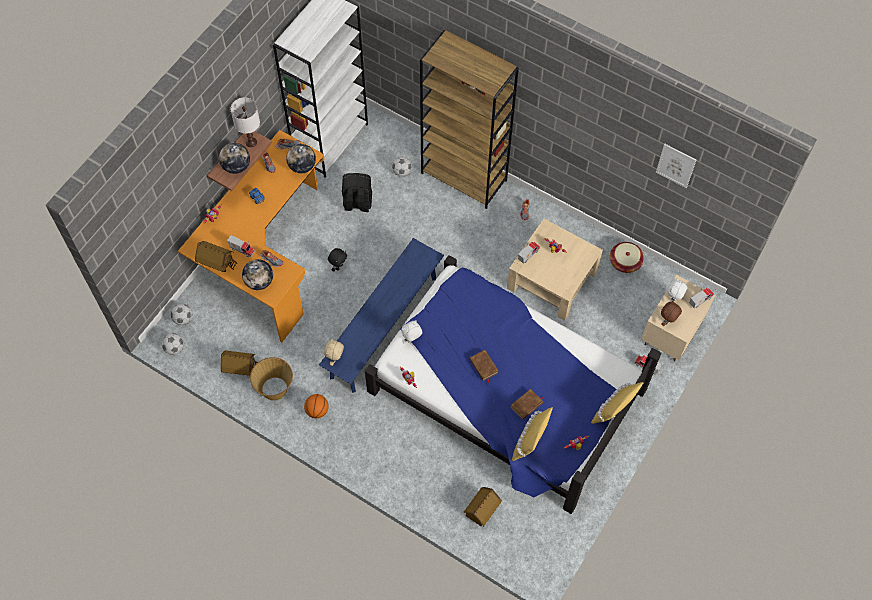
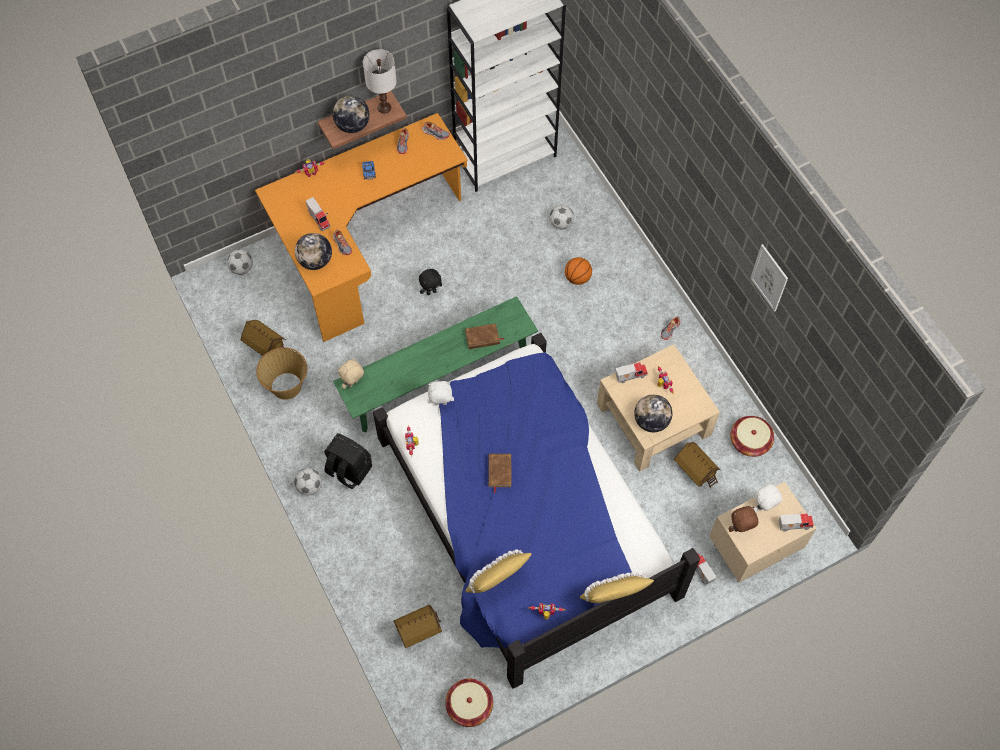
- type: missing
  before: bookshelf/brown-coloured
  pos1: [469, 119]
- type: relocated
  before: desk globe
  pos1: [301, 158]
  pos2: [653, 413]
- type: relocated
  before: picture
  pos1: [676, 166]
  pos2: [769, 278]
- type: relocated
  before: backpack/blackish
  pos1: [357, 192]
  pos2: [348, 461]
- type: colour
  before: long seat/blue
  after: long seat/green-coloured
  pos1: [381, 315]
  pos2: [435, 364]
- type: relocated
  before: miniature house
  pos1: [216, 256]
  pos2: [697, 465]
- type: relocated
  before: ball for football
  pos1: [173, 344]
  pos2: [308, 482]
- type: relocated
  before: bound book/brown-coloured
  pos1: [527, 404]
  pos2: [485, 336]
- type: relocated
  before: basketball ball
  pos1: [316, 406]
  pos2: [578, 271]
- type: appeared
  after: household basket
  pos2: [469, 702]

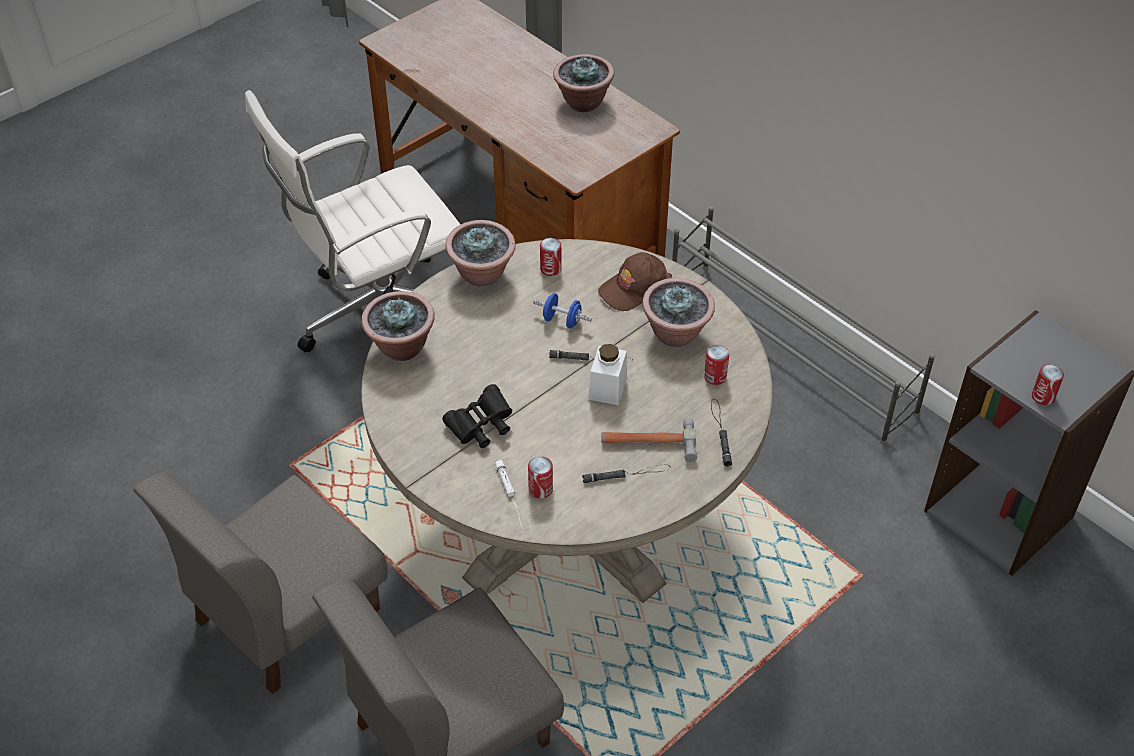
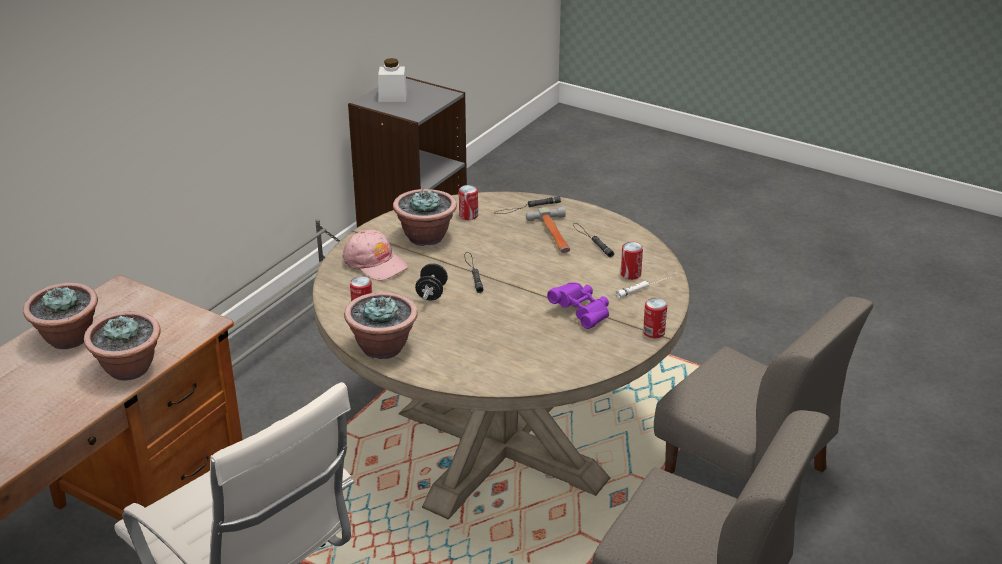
- type: colour
  before: baseball cap/brown-coloured
  after: baseball cap/pinkish
  pos1: [635, 281]
  pos2: [375, 255]
- type: relocated
  before: houseplant
  pos1: [398, 326]
  pos2: [122, 346]
- type: colour
  before: hand weight/blue
  after: hand weight/blackish
  pos1: [562, 311]
  pos2: [431, 281]
- type: relocated
  before: jar/white-coloured
  pos1: [607, 374]
  pos2: [392, 80]
- type: relocated
  before: metal can
  pos1: [1048, 384]
  pos2: [655, 318]
- type: colour
  before: binoculars/blackish
  after: binoculars/purplish
  pos1: [477, 416]
  pos2: [578, 306]

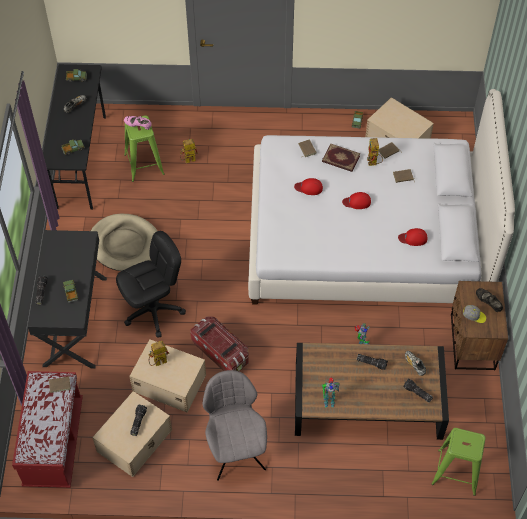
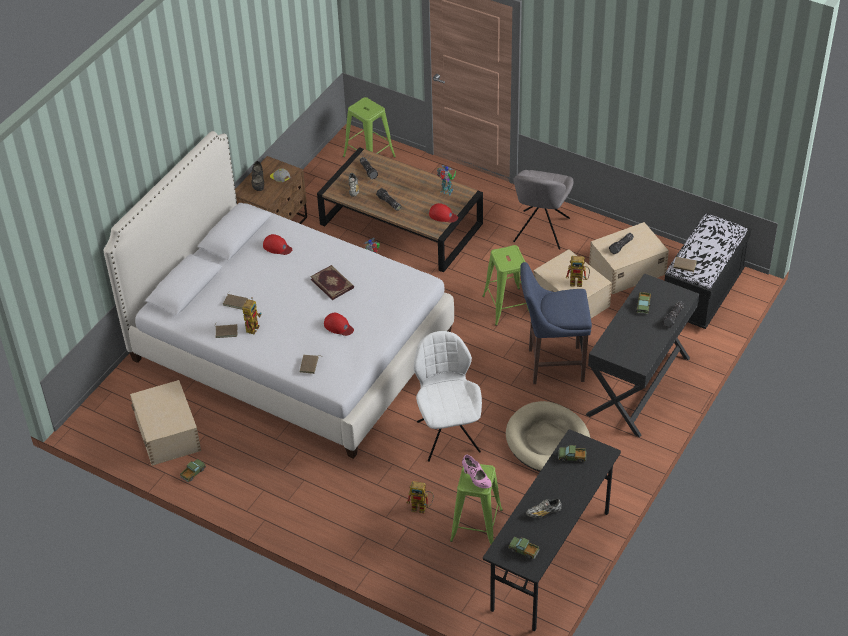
- type: relocated
  before: bound book
  pos1: [341, 158]
  pos2: [332, 282]
- type: relocated
  before: baseball cap/red-coloured
  pos1: [356, 200]
  pos2: [443, 213]
- type: exchanged
  before: computer chair/blackish
  after: stool/blue
  pos1: [151, 284]
  pos2: [556, 323]
- type: exchanged
  before: storage container
  after: stool/green-coloured
  pos1: [219, 344]
  pos2: [505, 285]
- type: colour
  before: long seat/red-coloured
  after: long seat/blackish
  pos1: [47, 429]
  pos2: [707, 271]
- type: appeared
  after: chair/white-coloured
  pos2: [448, 396]

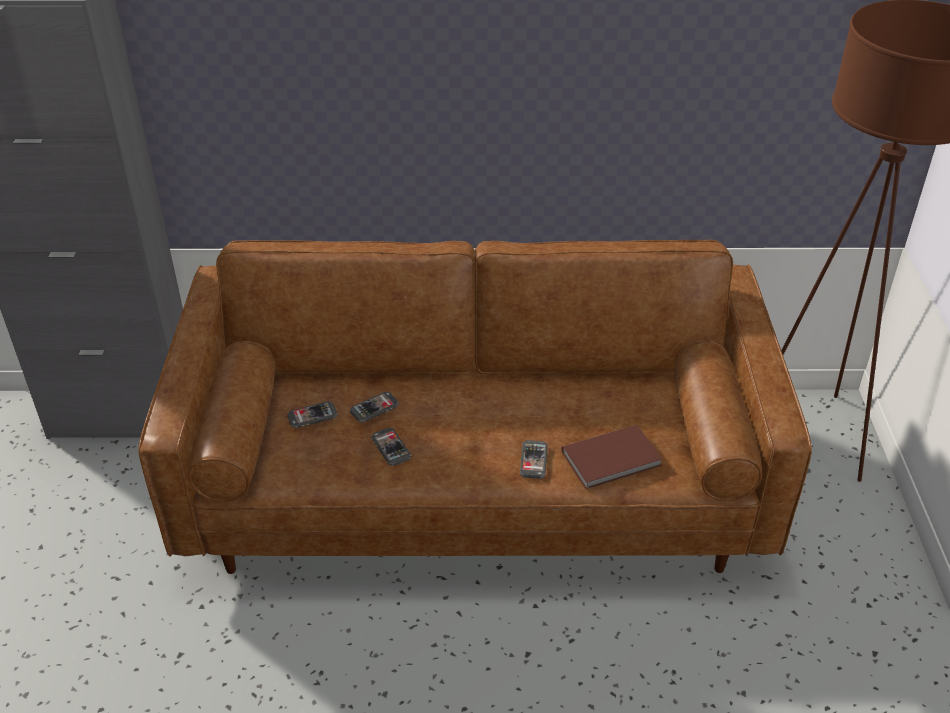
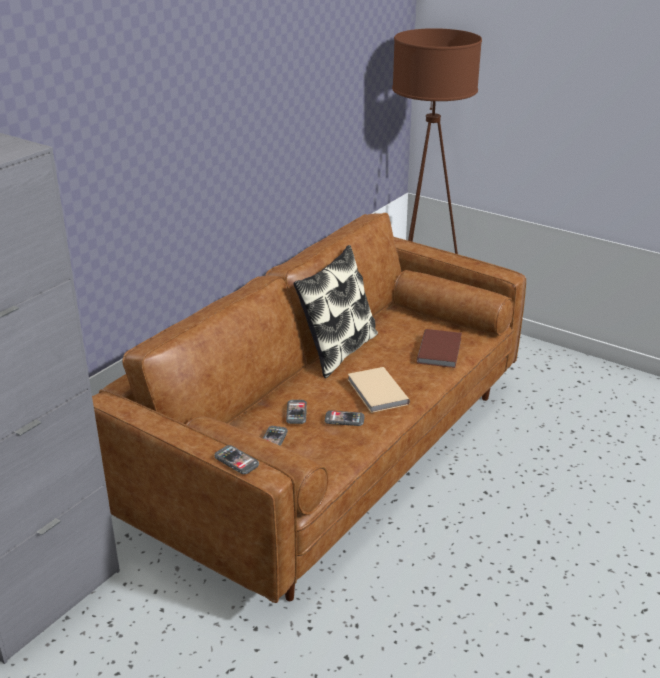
- type: relocated
  before: phone
  pos1: [534, 459]
  pos2: [236, 459]
- type: appeared
  after: pillow
  pos2: [335, 311]
- type: appeared
  after: bound book/beige
  pos2: [379, 390]

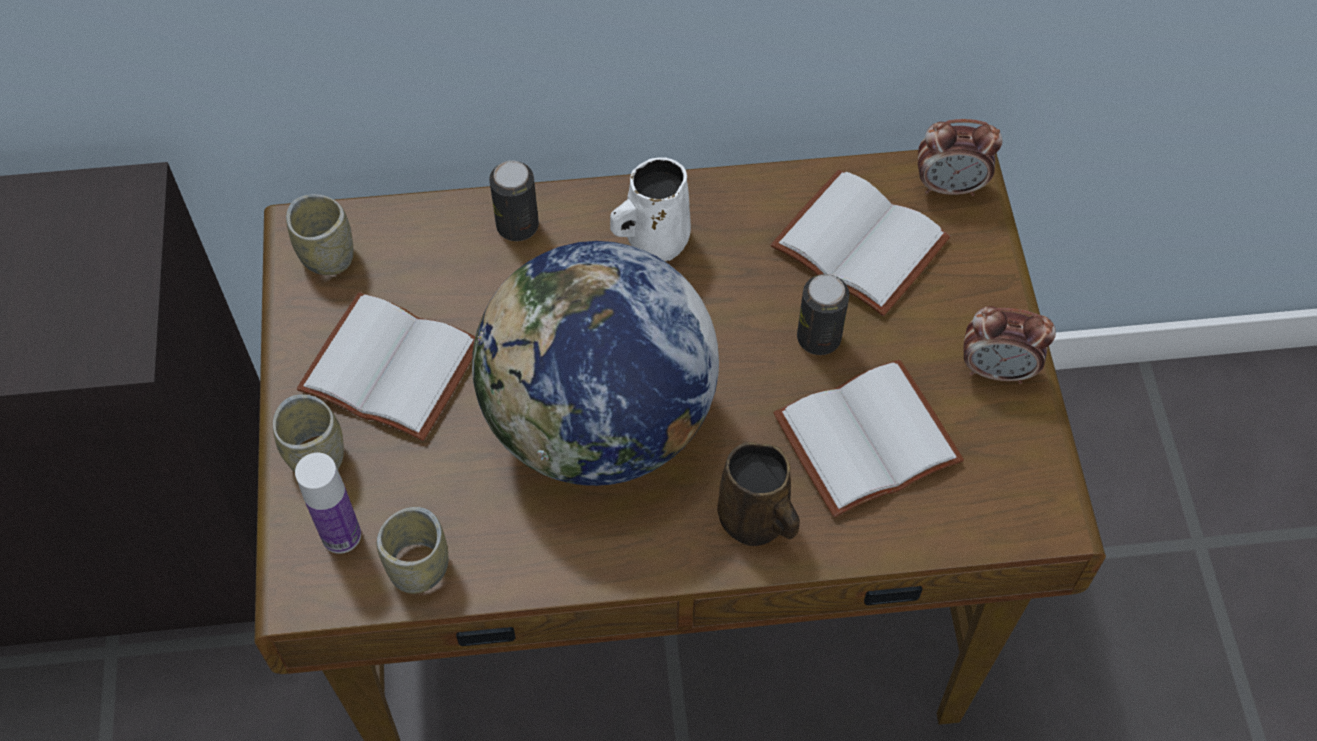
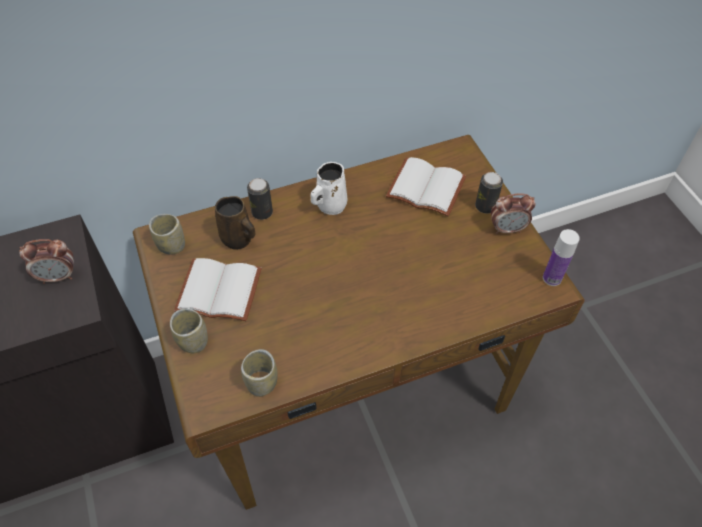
- type: relocated
  before: table clock
  pos1: [960, 157]
  pos2: [46, 261]
- type: missing
  before: desk globe
  pos1: [595, 363]
- type: relocated
  before: metal can
  pos1: [823, 314]
  pos2: [489, 193]
- type: missing
  before: bound book/white-coloured
  pos1: [868, 438]
- type: relocated
  before: mug/brown-coloured
  pos1: [758, 494]
  pos2: [235, 223]
- type: relocated
  before: beverage bottle
  pos1: [328, 503]
  pos2: [561, 257]

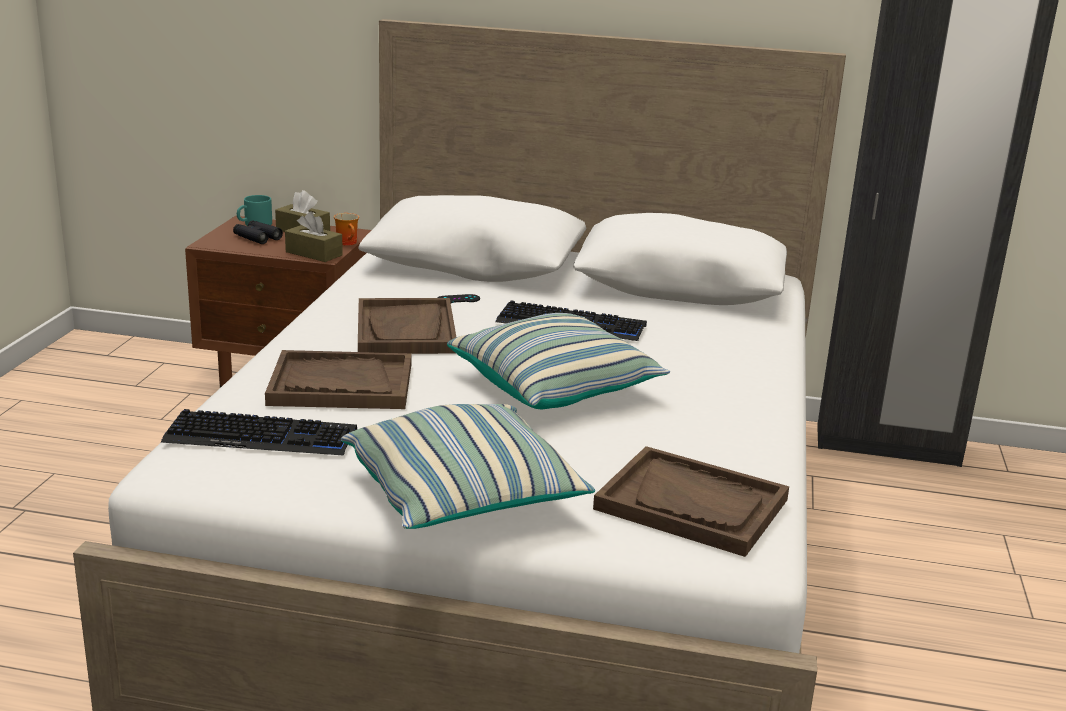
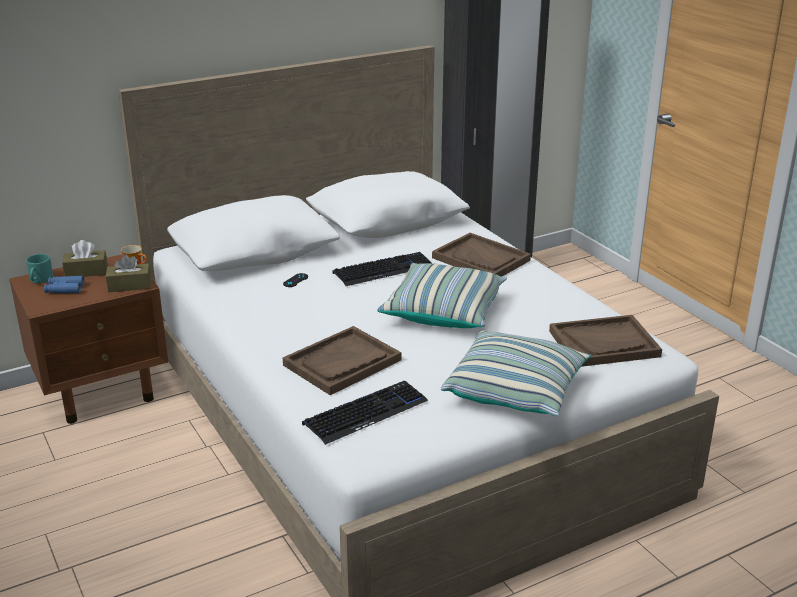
- type: colour
  before: binoculars/blackish
  after: binoculars/blue
  pos1: [258, 232]
  pos2: [64, 284]
- type: relocated
  before: serving tray/brown-coloured
  pos1: [407, 326]
  pos2: [481, 255]

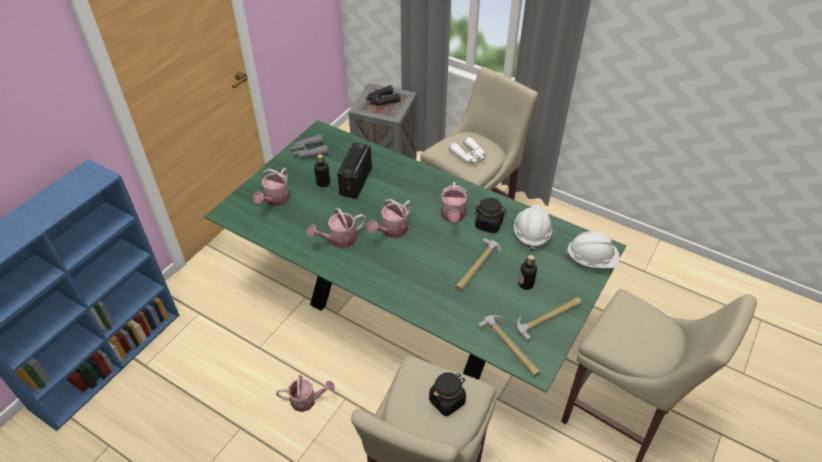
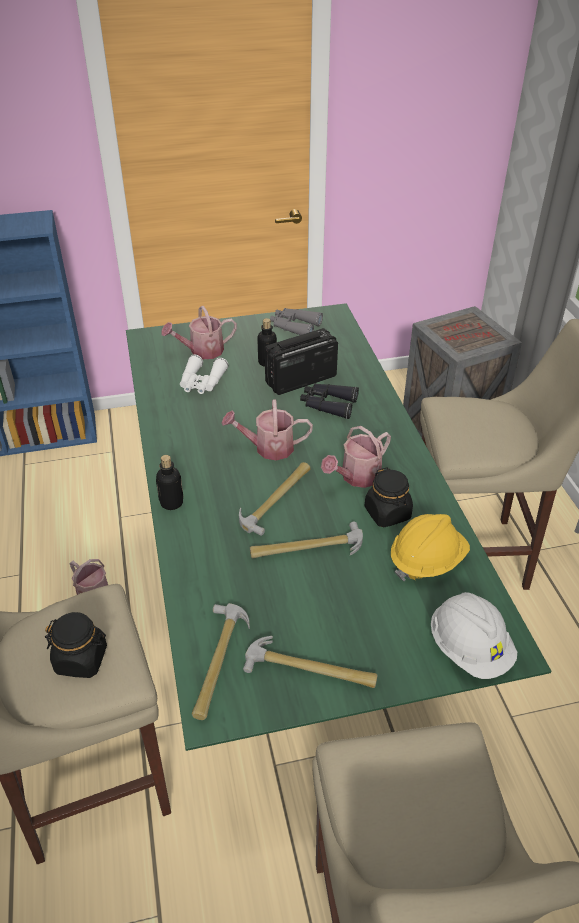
- type: relocated
  before: binoculars/blackish
  pos1: [383, 95]
  pos2: [329, 401]
- type: relocated
  before: binoculars/white-coloured
  pos1: [467, 150]
  pos2: [204, 374]
- type: colour
  before: hard hat/white-coloured
  after: hard hat/yellow-coloured
  pos1: [533, 227]
  pos2: [430, 547]
- type: missing
  before: watering can
  pos1: [336, 228]
- type: relocated
  before: beverage bottle
  pos1: [527, 272]
  pos2: [169, 482]
- type: appeared
  after: tool hammer
  pos2: [274, 499]

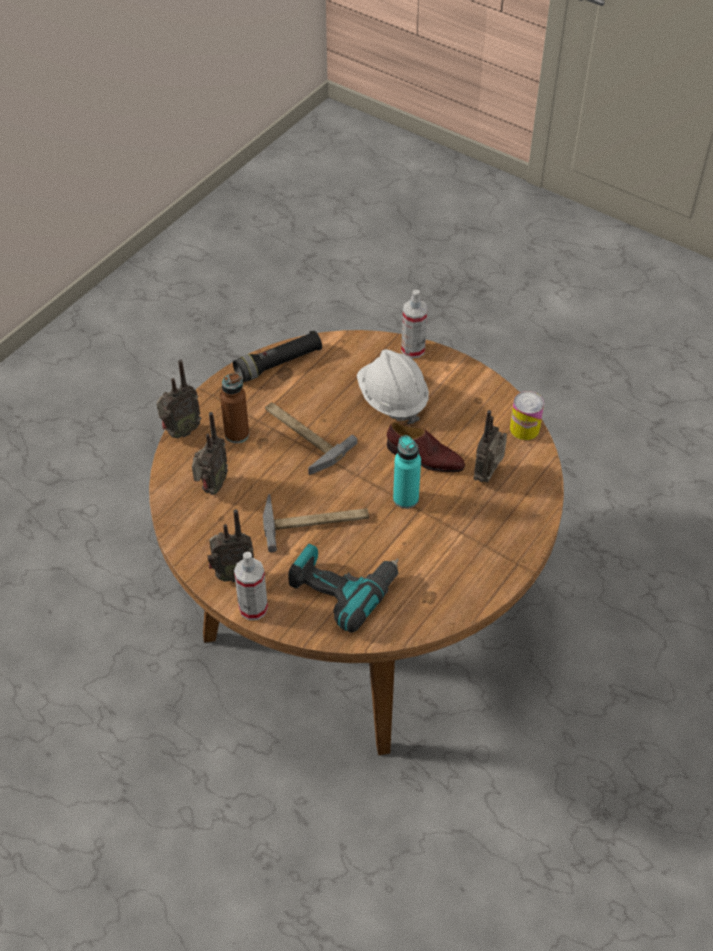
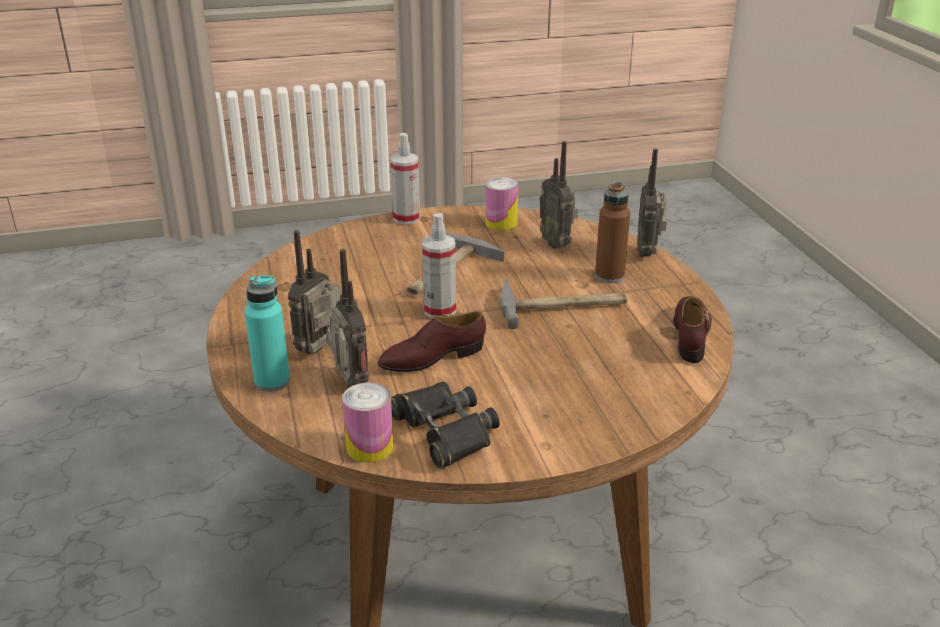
- type: relocated
  before: hand sprayer
  pos1: [414, 323]
  pos2: [439, 265]
- type: exchanged
  before: flashlight/blackish
  after: shoe/brown-coloured
  pos1: [277, 356]
  pos2: [692, 329]
- type: missing
  before: hard hat/white-coloured
  pos1: [393, 387]
- type: relocated
  before: beverage bottle/blue-green
  pos1: [407, 472]
  pos2: [267, 333]
- type: relocated
  before: radio
  pos1: [230, 545]
  pos2: [314, 292]
- type: missing
  before: drill
  pos1: [343, 588]
- type: appeared
  after: metal can
  pos2: [502, 204]
- type: appeared
  after: binoculars/blackish
  pos2: [445, 425]

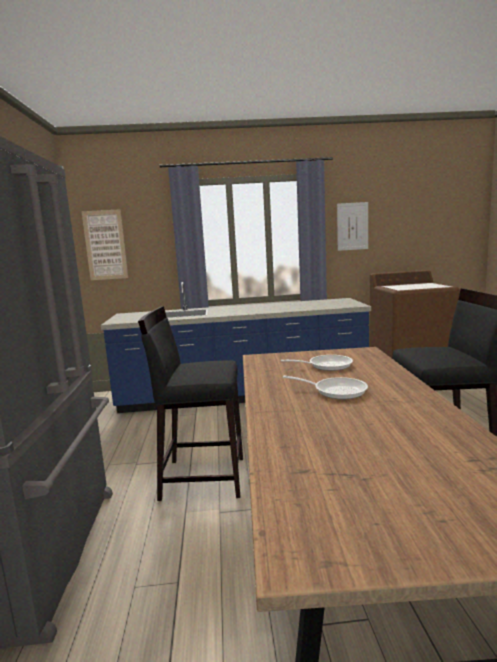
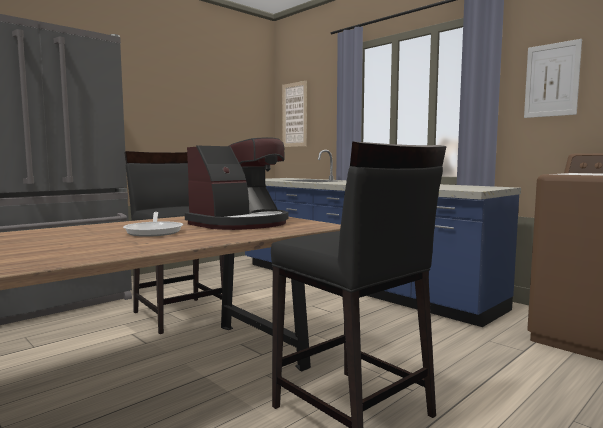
- type: exchanged
  before: skillet
  after: coffee machine
  pos1: [317, 363]
  pos2: [237, 183]

